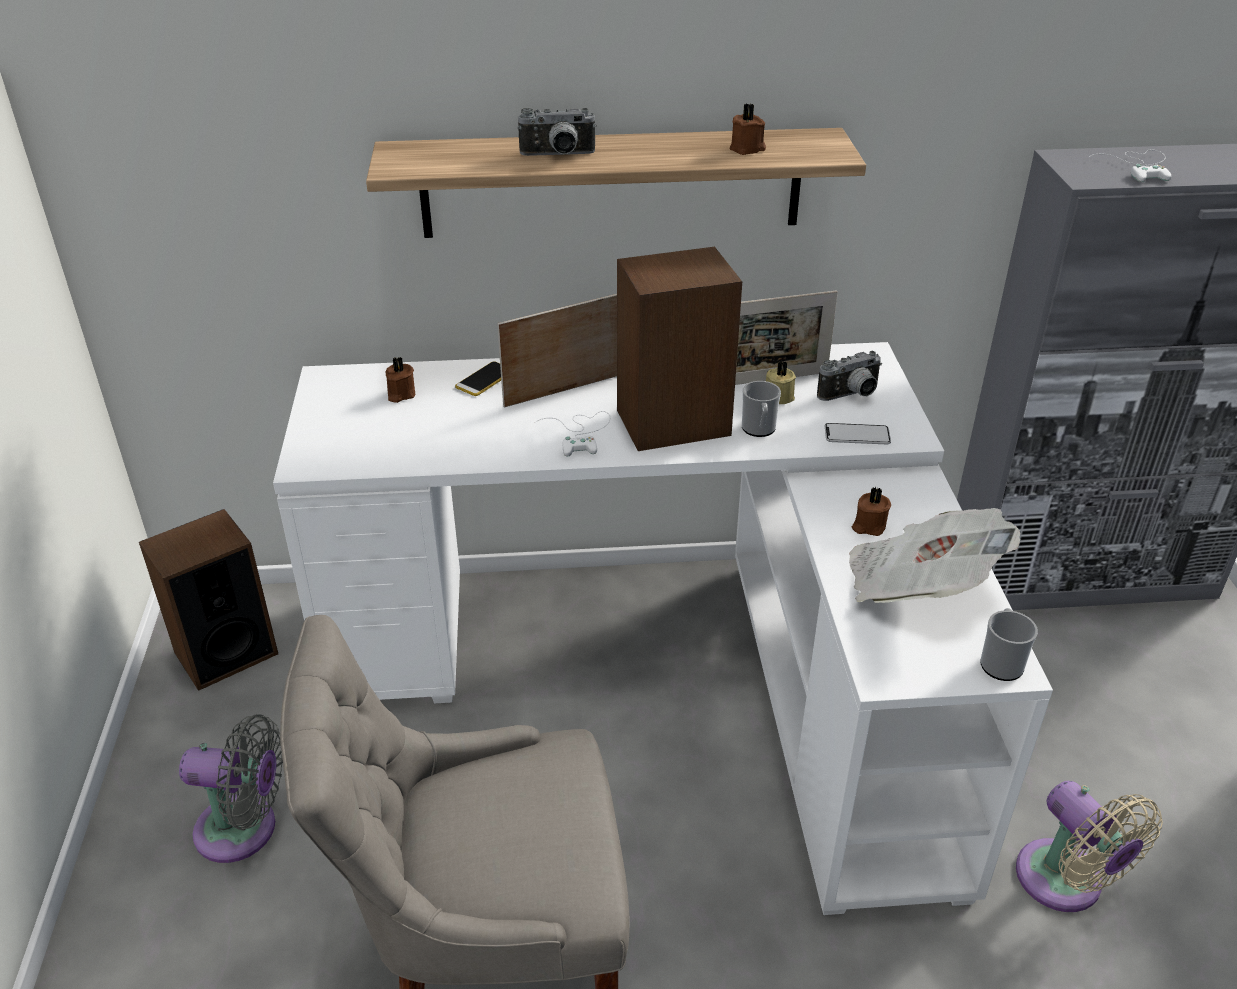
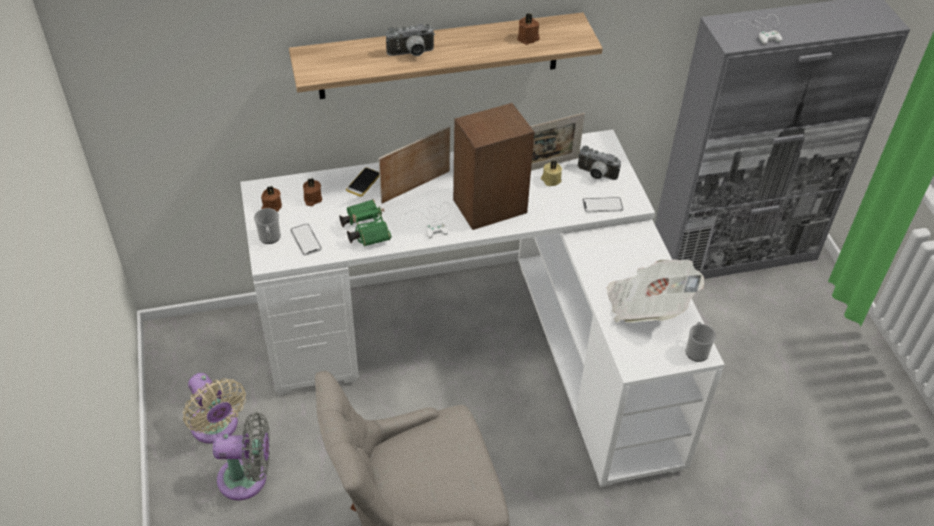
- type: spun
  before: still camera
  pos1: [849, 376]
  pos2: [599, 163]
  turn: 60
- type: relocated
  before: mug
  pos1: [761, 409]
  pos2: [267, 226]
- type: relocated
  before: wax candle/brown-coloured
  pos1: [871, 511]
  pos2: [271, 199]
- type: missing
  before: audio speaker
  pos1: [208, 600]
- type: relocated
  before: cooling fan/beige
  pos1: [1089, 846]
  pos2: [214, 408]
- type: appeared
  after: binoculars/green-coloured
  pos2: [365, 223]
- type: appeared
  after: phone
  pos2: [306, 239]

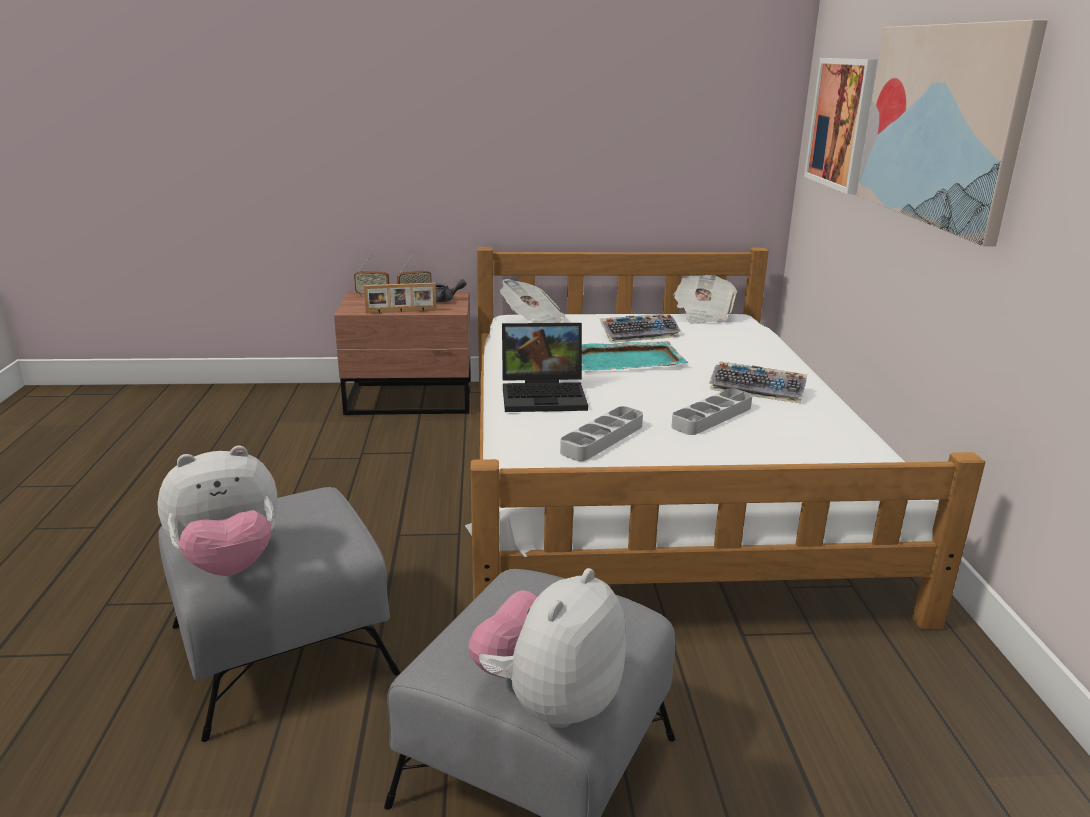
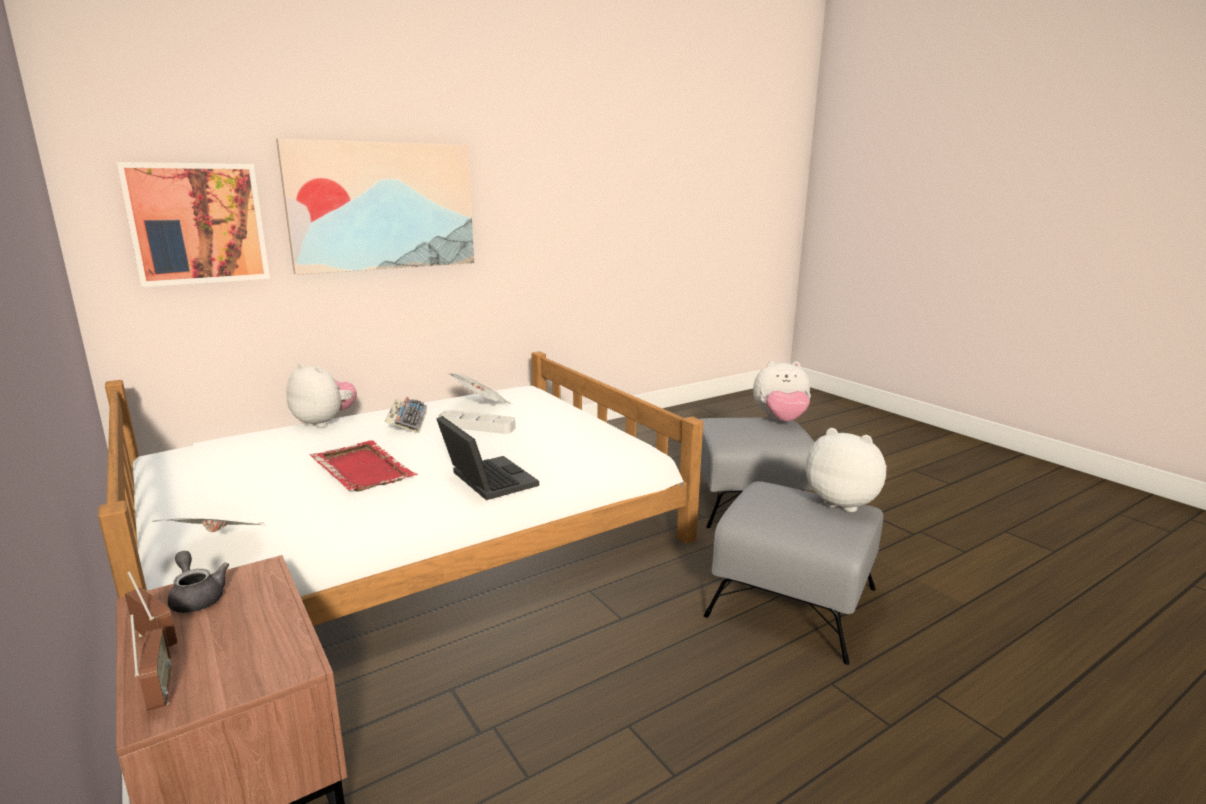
- type: relocated
  before: newspaper
  pos1: [705, 299]
  pos2: [479, 388]
- type: missing
  before: picture frame
  pos1: [400, 298]
- type: missing
  before: PC keyboard
  pos1: [640, 328]
- type: colour
  before: serving tray/blue-green
  after: serving tray/red-coloured
  pos1: [635, 356]
  pos2: [363, 466]
- type: missing
  before: serving tray/greyish
  pos1: [601, 433]
- type: appeared
  after: cuddly toy
  pos2: [321, 395]

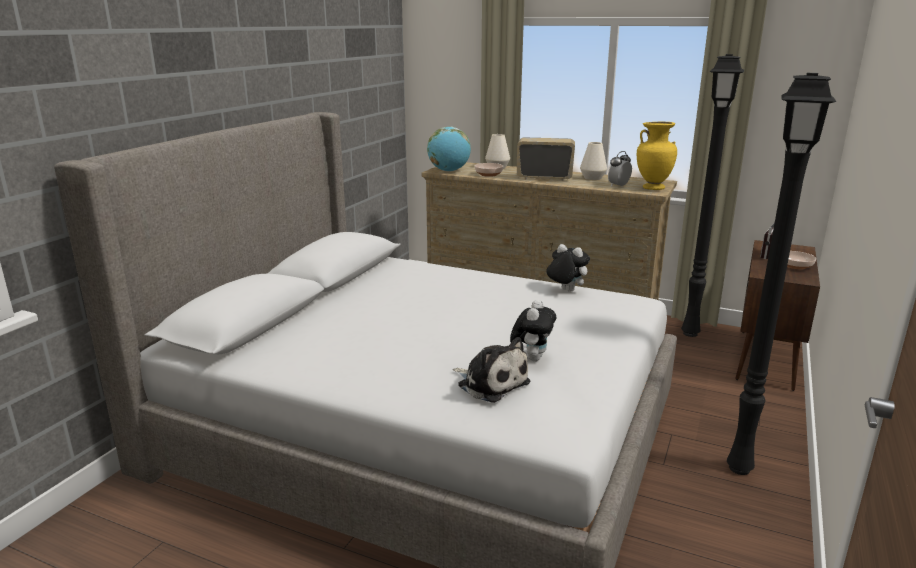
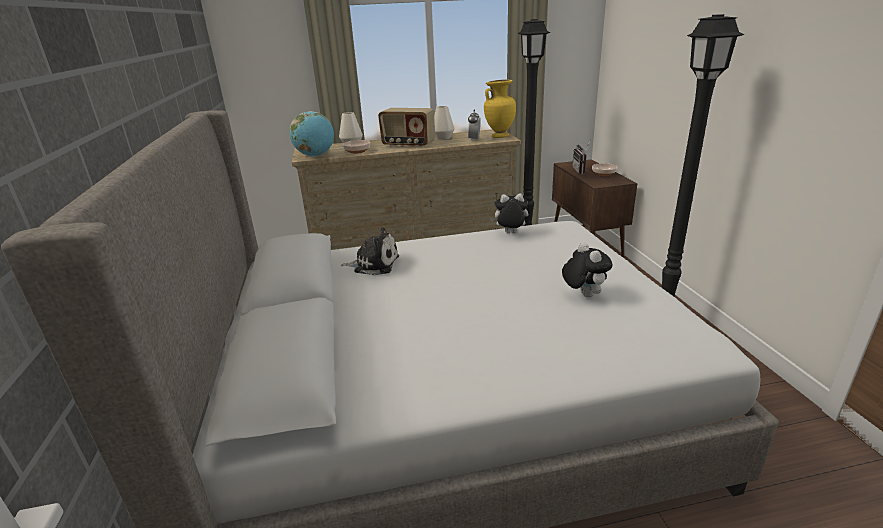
- type: spun
  before: radio
  pos1: [546, 159]
  pos2: [406, 128]
  turn: -135
- type: relocated
  before: cuddly toy
  pos1: [491, 370]
  pos2: [370, 251]

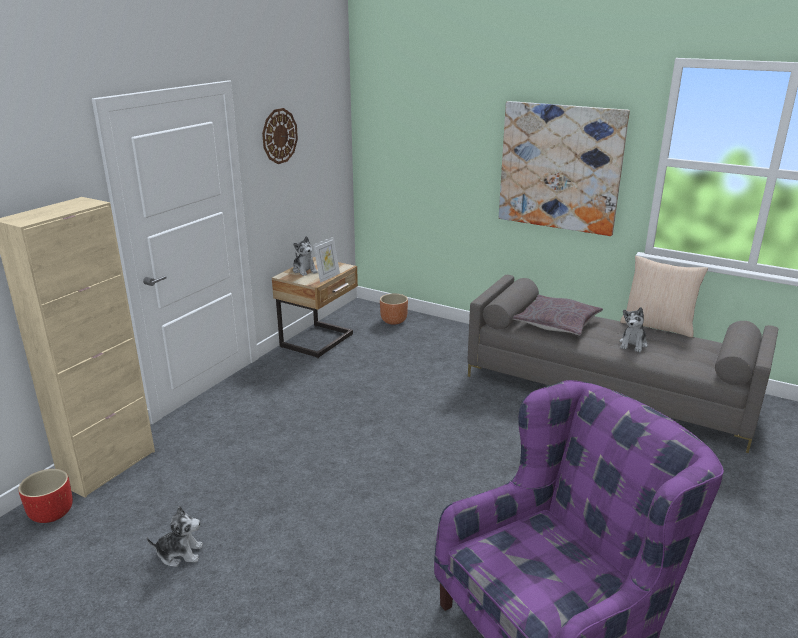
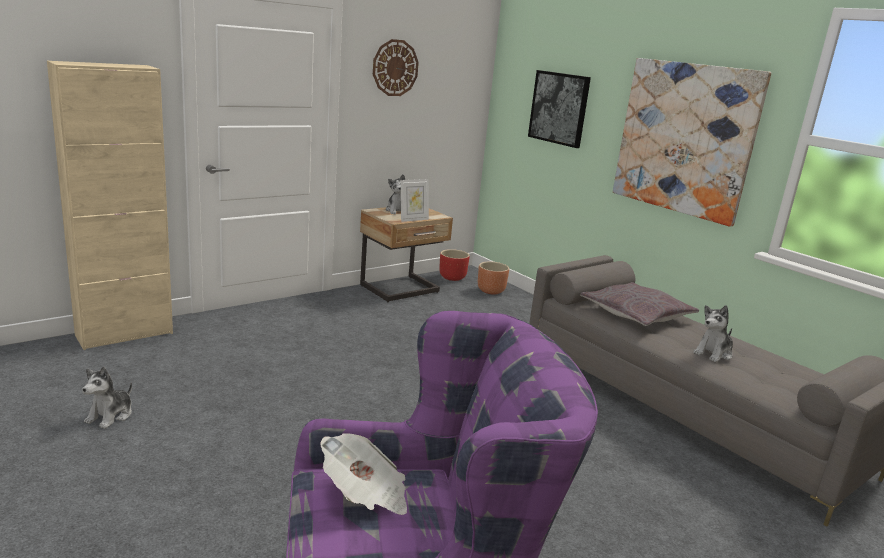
- type: missing
  before: pillow/beige
  pos1: [664, 297]
- type: relocated
  before: planter/red-coloured
  pos1: [46, 496]
  pos2: [454, 265]
- type: spun
  before: cuddly toy
  pos1: [175, 536]
  pos2: [107, 397]
  turn: 90
- type: appeared
  after: picture
  pos2: [559, 109]
- type: appeared
  after: newspaper
  pos2: [363, 474]

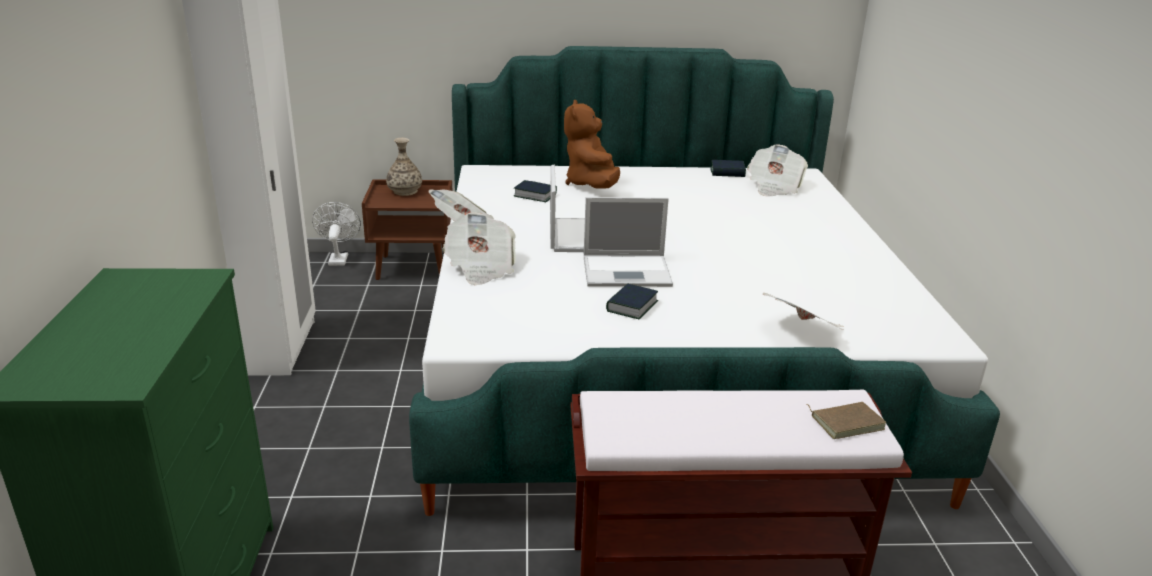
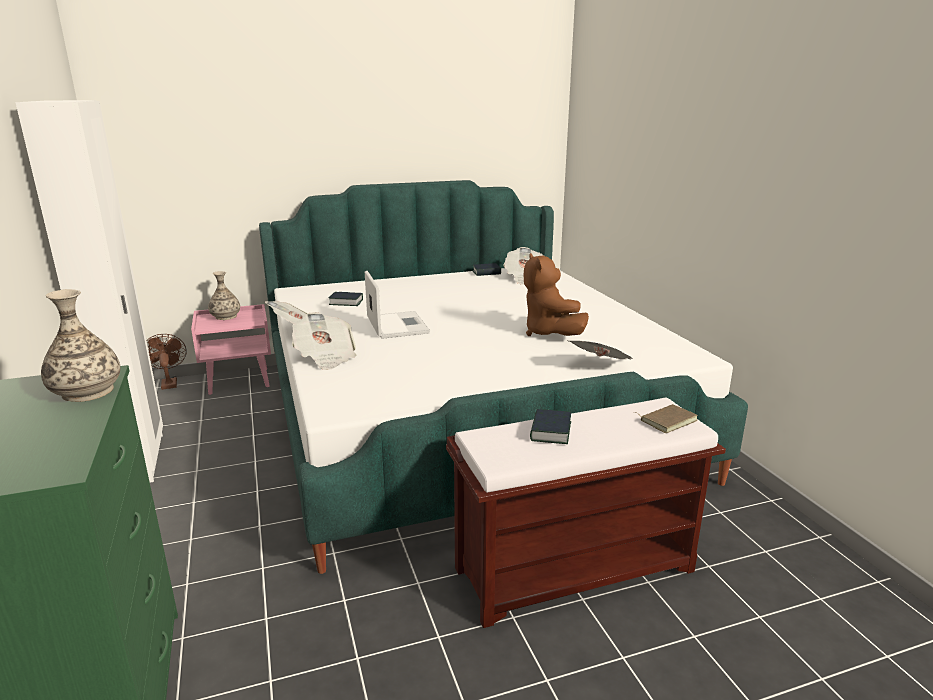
- type: relocated
  before: cuddly toy/brown-coloured
  pos1: [592, 144]
  pos2: [556, 294]
- type: colour
  before: bedside table/brown-coloured
  after: bedside table/pinkish
  pos1: [407, 229]
  pos2: [231, 349]
- type: missing
  before: laptop
  pos1: [628, 242]
- type: colour
  before: cooling fan/white-coloured
  after: cooling fan/brown-coloured
  pos1: [336, 234]
  pos2: [166, 362]
- type: relocated
  before: bound book
  pos1: [632, 301]
  pos2: [550, 426]
- type: appeared
  after: flower vase
  pos2: [80, 345]

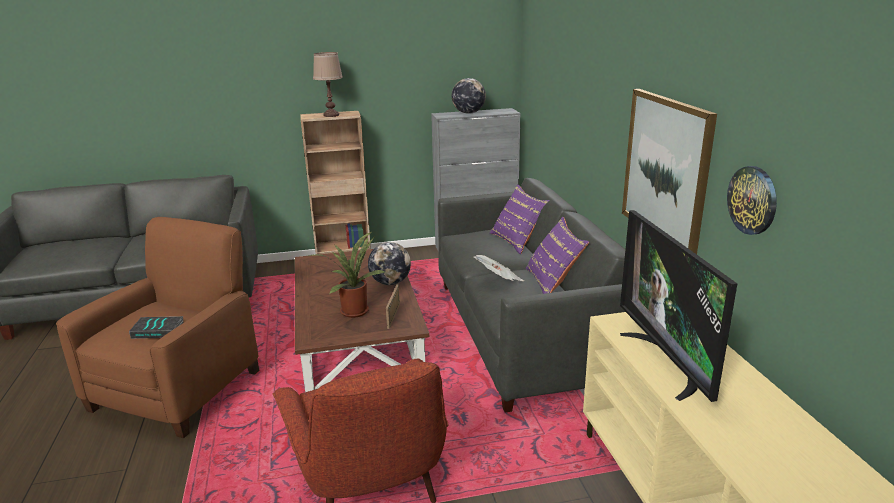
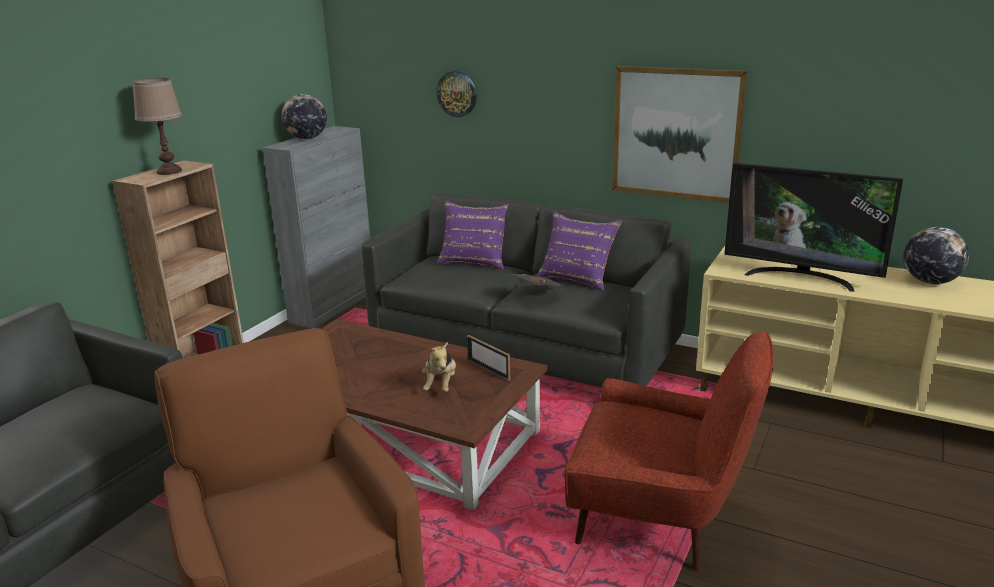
- type: relocated
  before: hanging clock
  pos1: [752, 200]
  pos2: [456, 94]
- type: exchanged
  before: houseplant
  after: cuddly toy
  pos1: [348, 274]
  pos2: [439, 367]
- type: relocated
  before: desk globe
  pos1: [389, 263]
  pos2: [936, 255]
- type: missing
  before: bound book
  pos1: [156, 327]

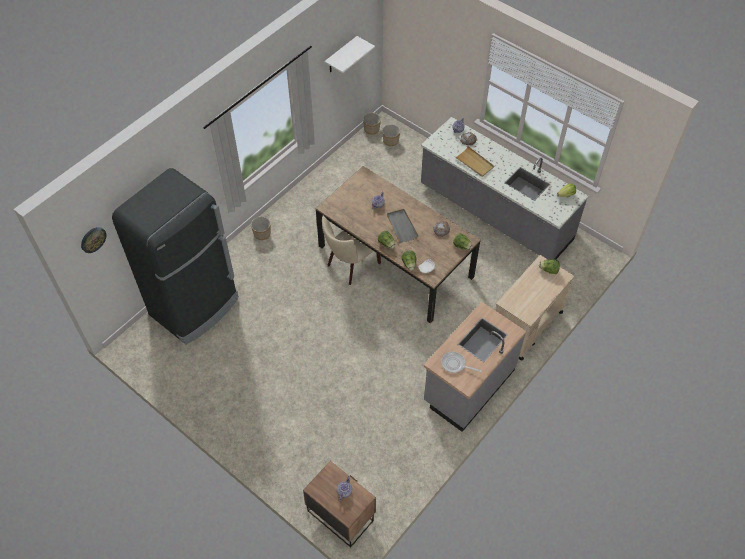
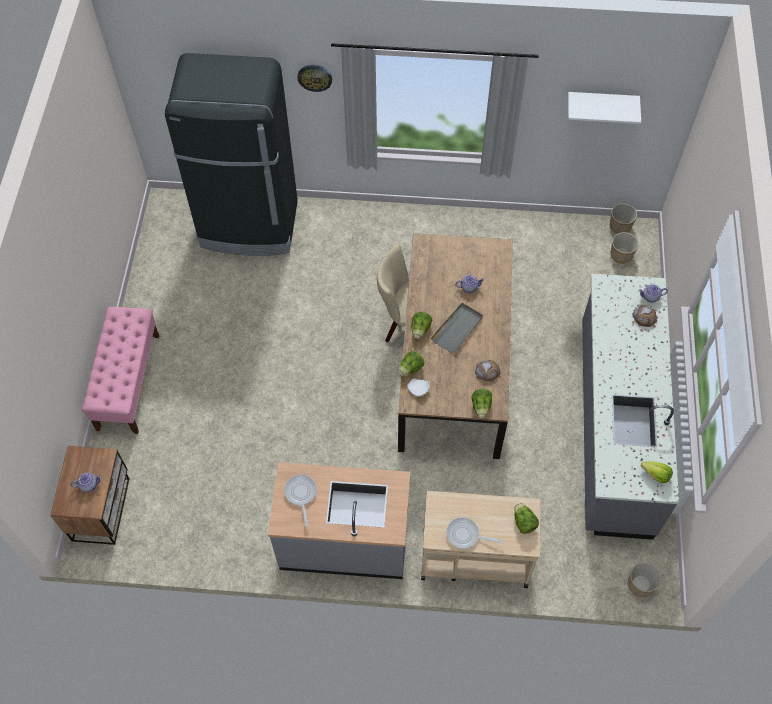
- type: missing
  before: serving tray/beige
  pos1: [474, 161]
- type: relocated
  before: planter
  pos1: [261, 228]
  pos2: [645, 579]
- type: relocated
  before: hanging clock
  pos1: [93, 240]
  pos2: [314, 78]
- type: appeared
  after: long seat/pinkish
  pos2: [120, 370]
- type: appeared
  after: skillet
  pos2: [475, 533]

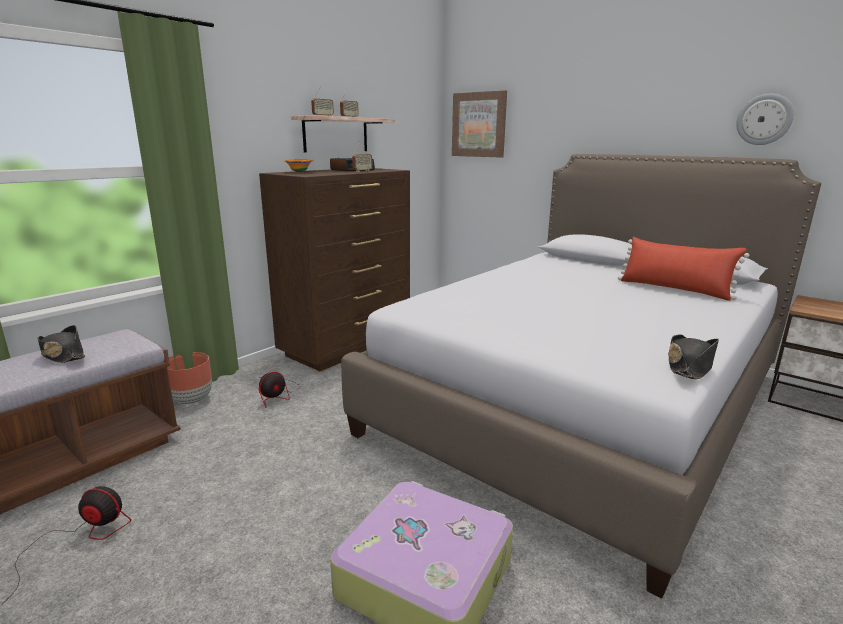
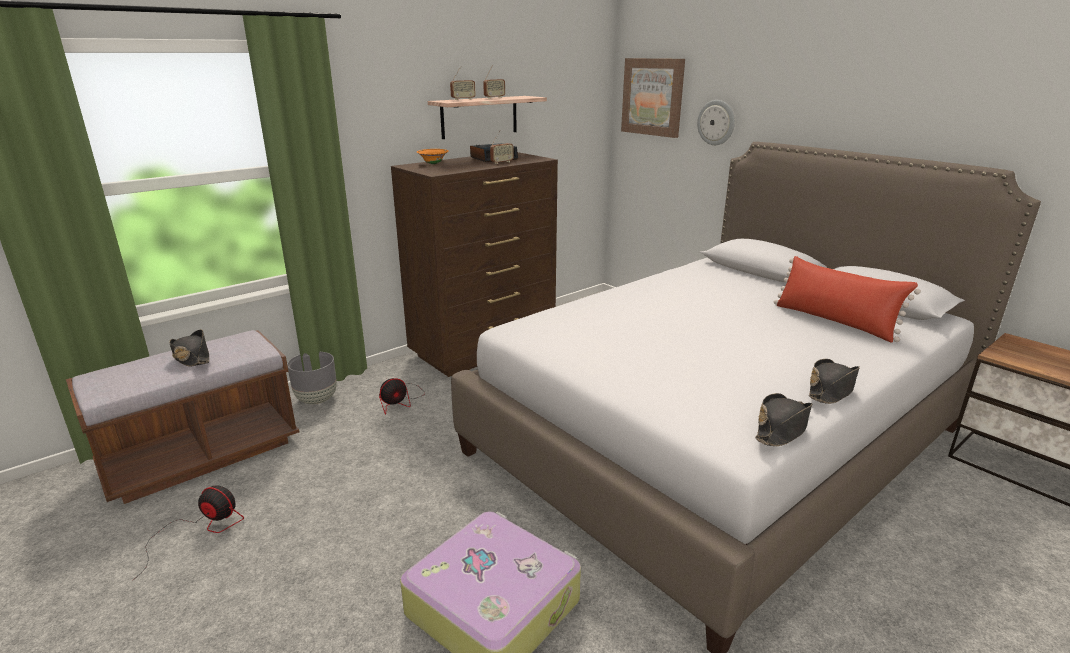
- type: relocated
  before: hanging clock
  pos1: [765, 119]
  pos2: [716, 122]
- type: colour
  before: planter/brown-coloured
  after: planter/greyish
  pos1: [189, 378]
  pos2: [312, 378]
- type: appeared
  after: hat/blackish
  pos2: [834, 381]

